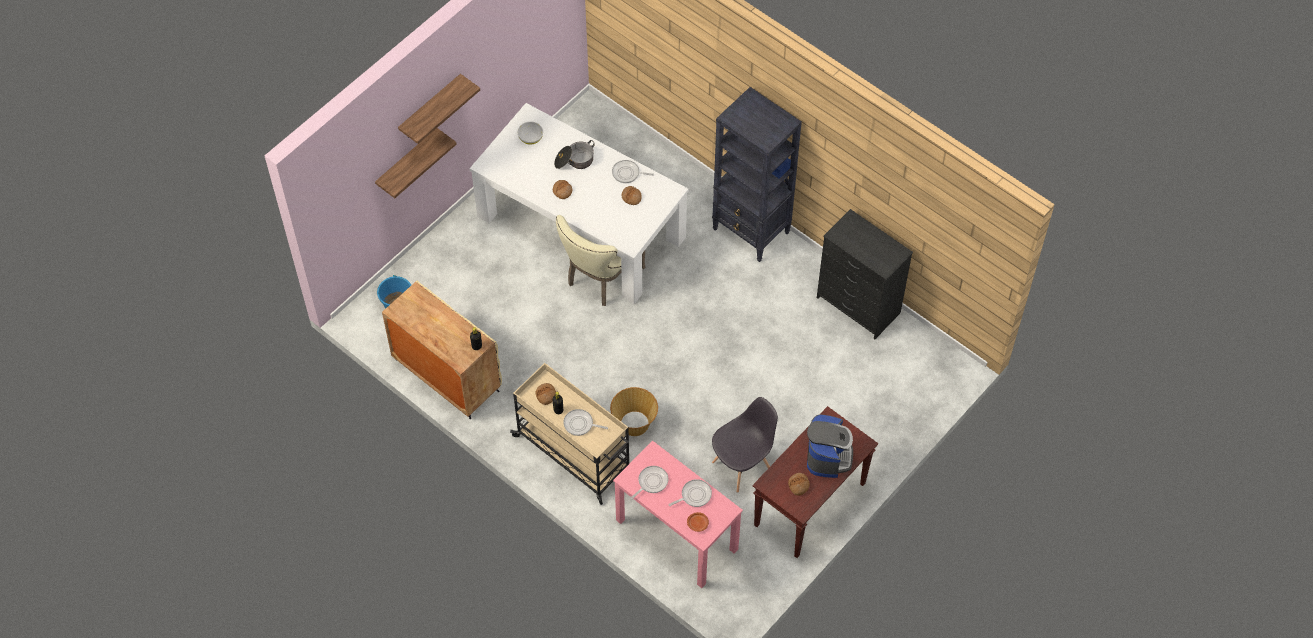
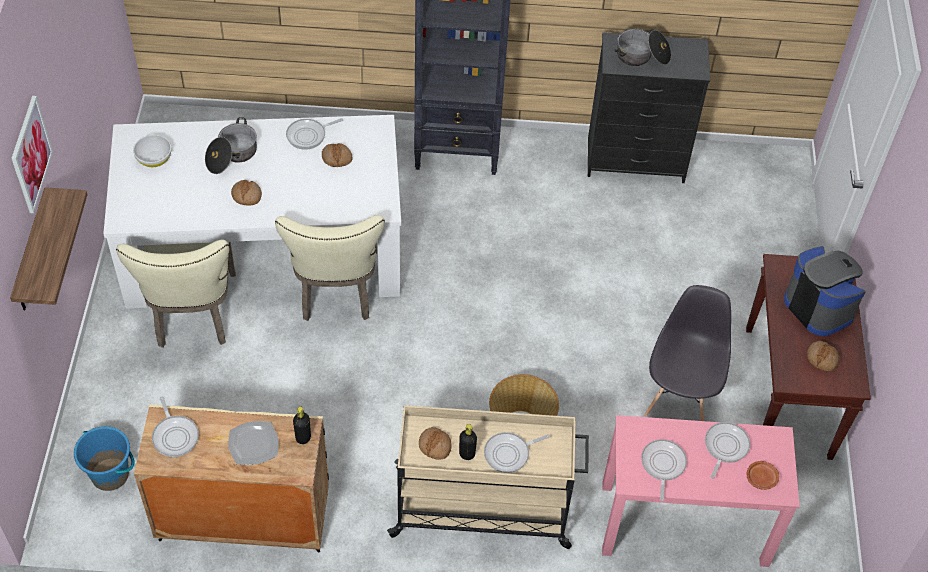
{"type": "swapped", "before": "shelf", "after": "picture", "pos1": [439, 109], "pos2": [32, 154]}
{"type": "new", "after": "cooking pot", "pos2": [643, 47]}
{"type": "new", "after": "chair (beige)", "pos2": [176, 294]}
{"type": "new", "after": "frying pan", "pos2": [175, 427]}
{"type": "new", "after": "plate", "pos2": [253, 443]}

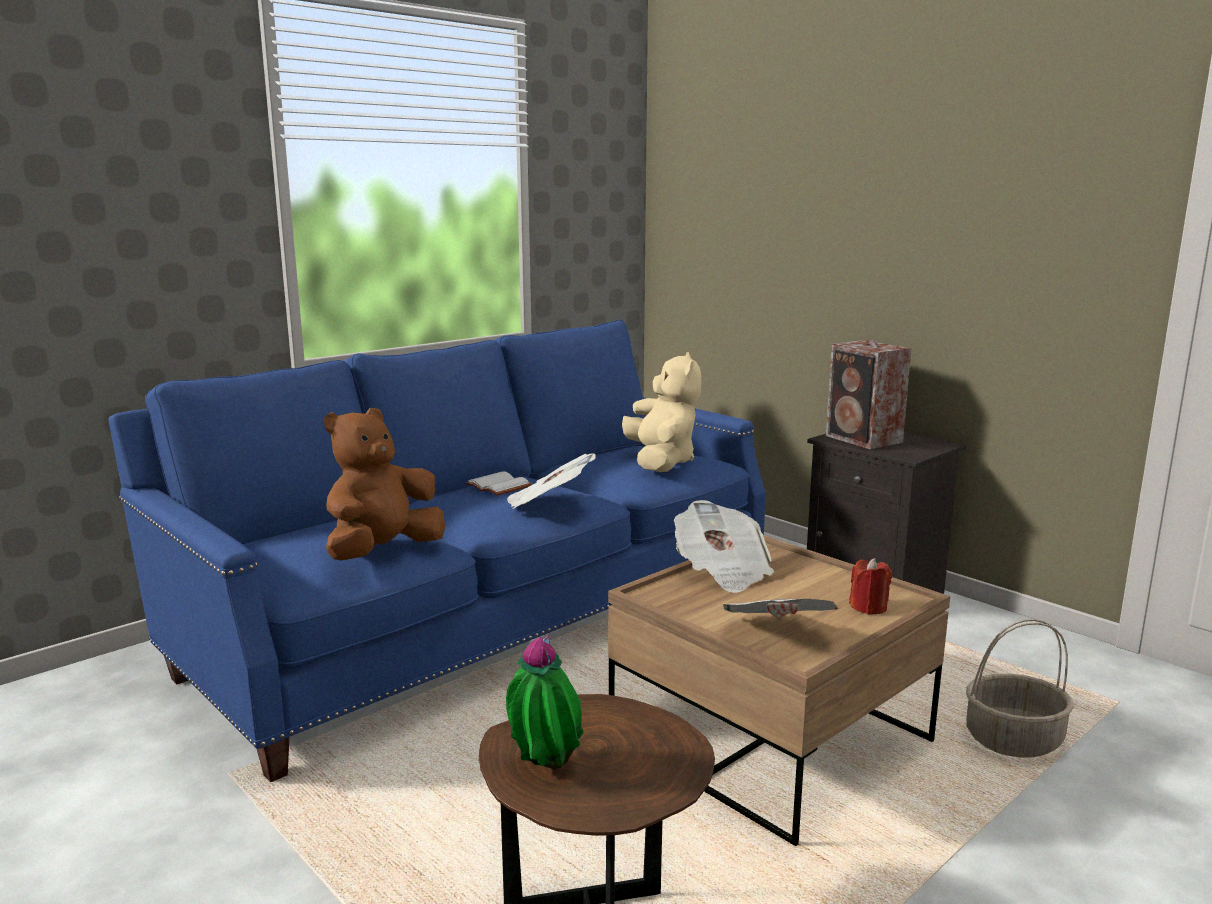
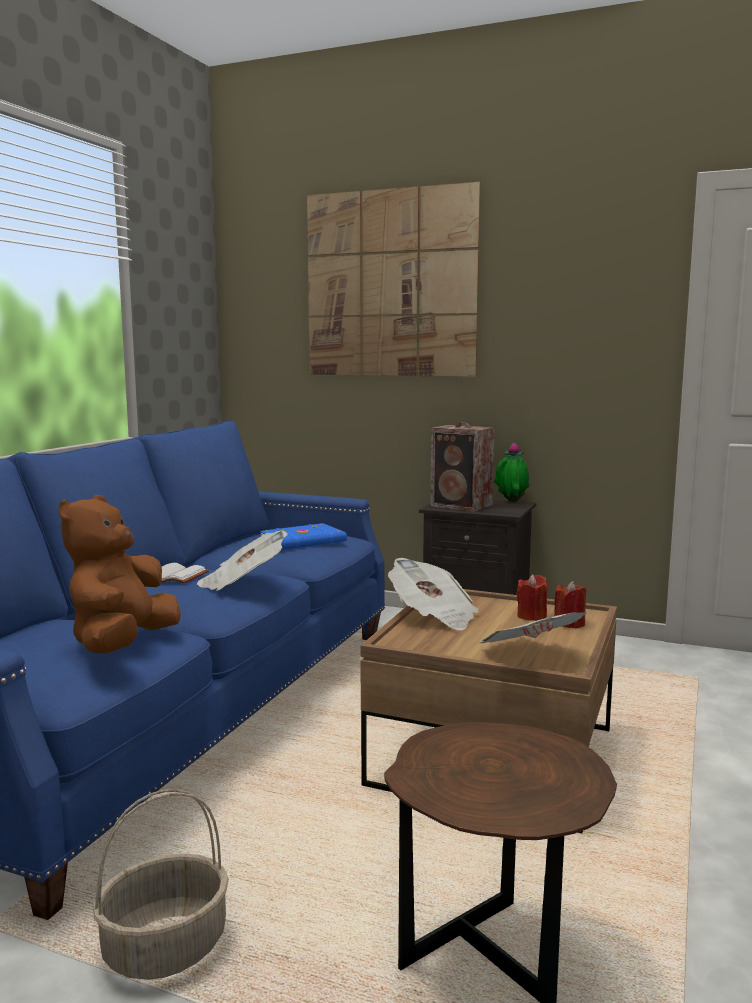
{"type": "swapped", "before": "plush toy (beige)", "after": "book (blue)", "pos1": [661, 412], "pos2": [303, 536]}
{"type": "shifted", "before": "basket", "pos1": [1020, 688], "pos2": [161, 884]}
{"type": "shifted", "before": "potted plant", "pos1": [545, 702], "pos2": [512, 472]}
{"type": "new", "after": "picture", "pos2": [394, 279]}
{"type": "new", "after": "candle (red)", "pos2": [531, 597]}

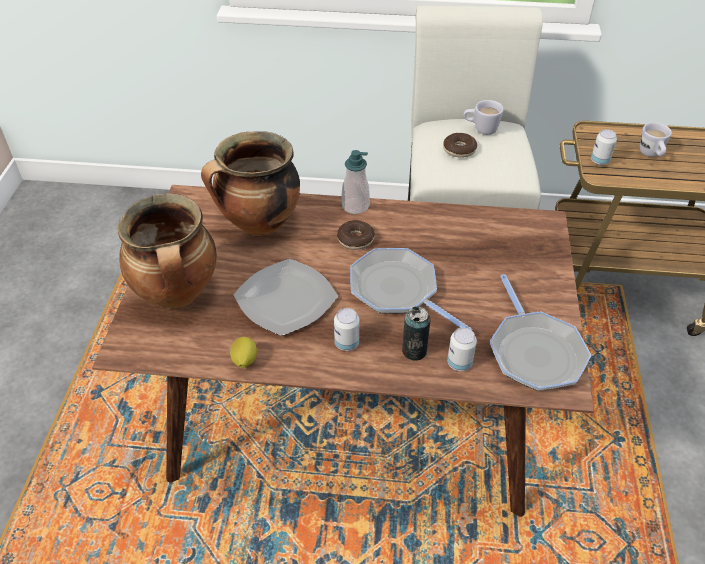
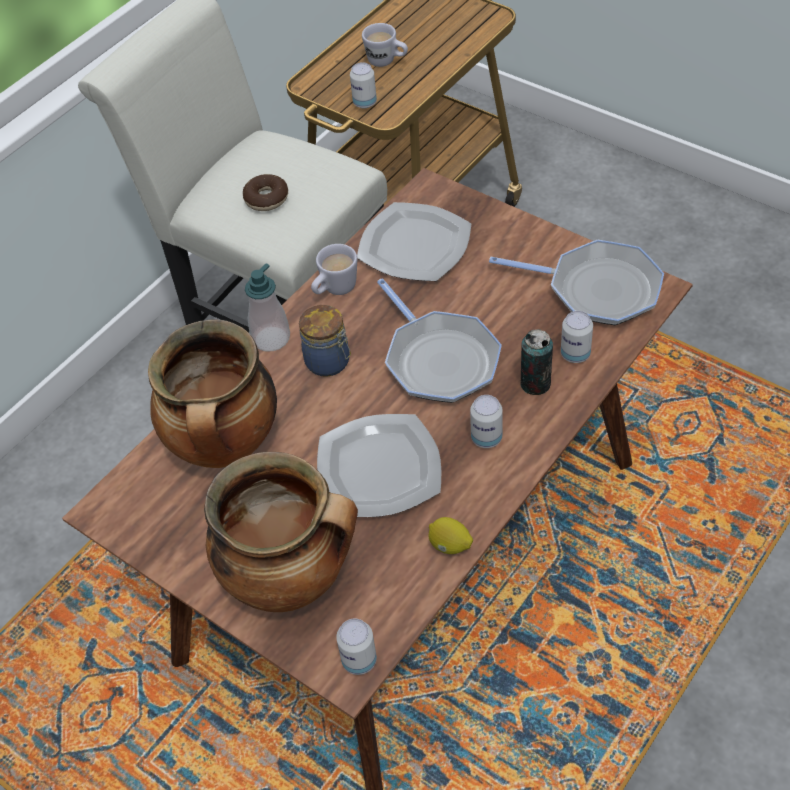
{"type": "shifted", "before": "mug (white)", "pos1": [483, 117], "pos2": [334, 269]}
{"type": "swapped", "before": "donut", "after": "jar", "pos1": [356, 235], "pos2": [325, 341]}
{"type": "rotated", "before": "frying pan", "pos1": [411, 289], "pos2": [439, 341], "turn": -105}
{"type": "new", "after": "plate", "pos2": [414, 241]}
{"type": "new", "after": "can", "pos2": [356, 647]}

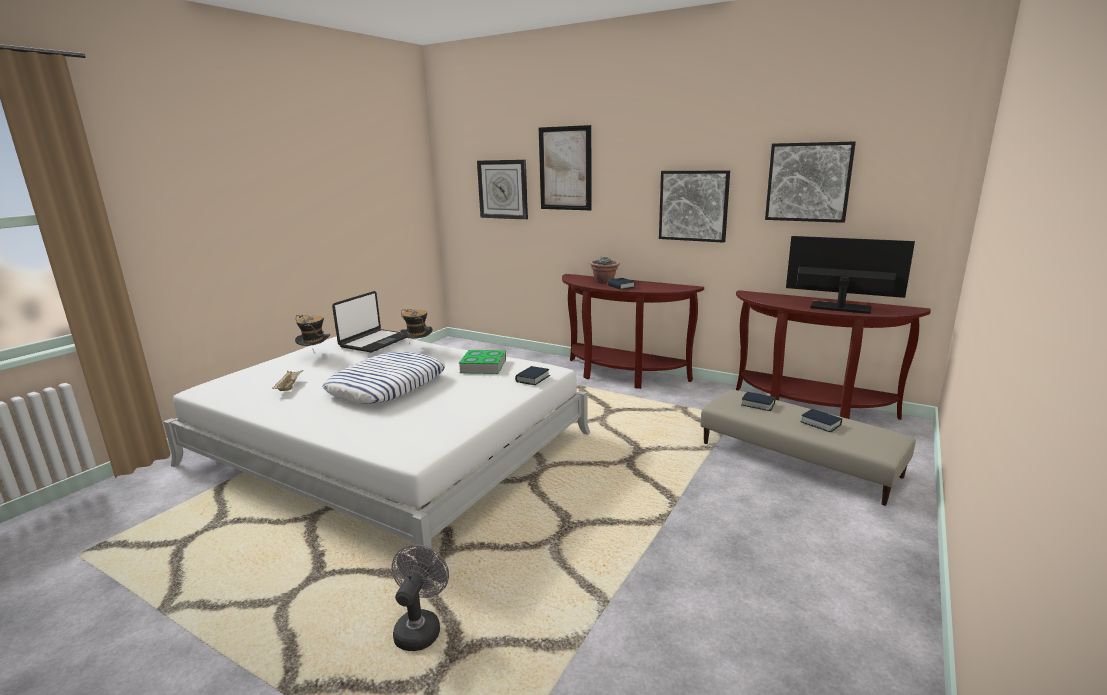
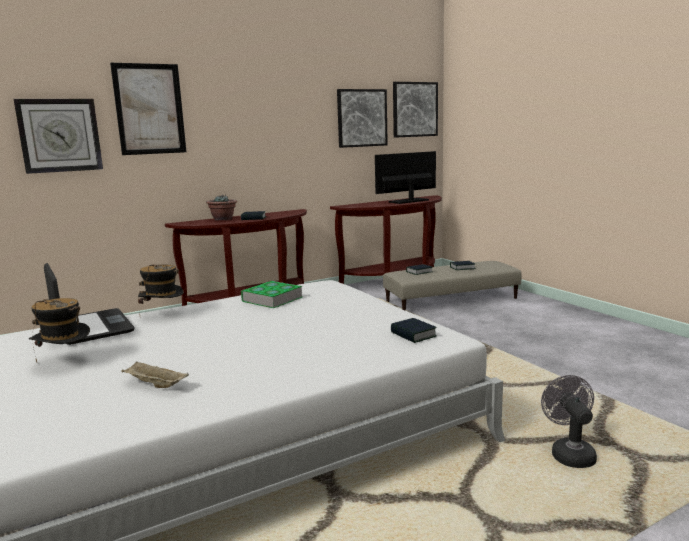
{"type": "shifted", "before": "picture", "pos1": [694, 207], "pos2": [415, 110]}
{"type": "gone", "before": "pillow", "pos1": [383, 377]}
{"type": "shifted", "before": "book", "pos1": [532, 375], "pos2": [414, 330]}
{"type": "rotated", "before": "fan (grey)", "pos1": [420, 598], "pos2": [569, 421], "turn": 45}

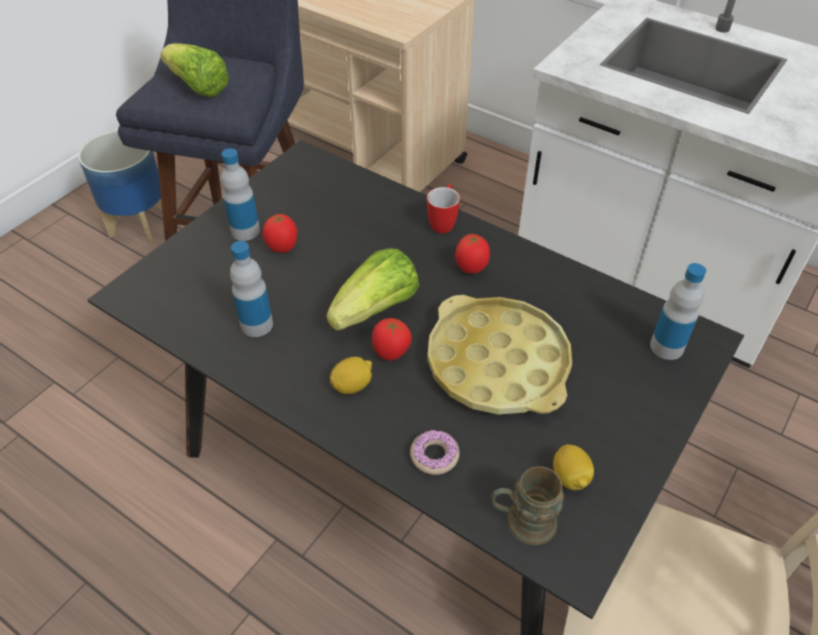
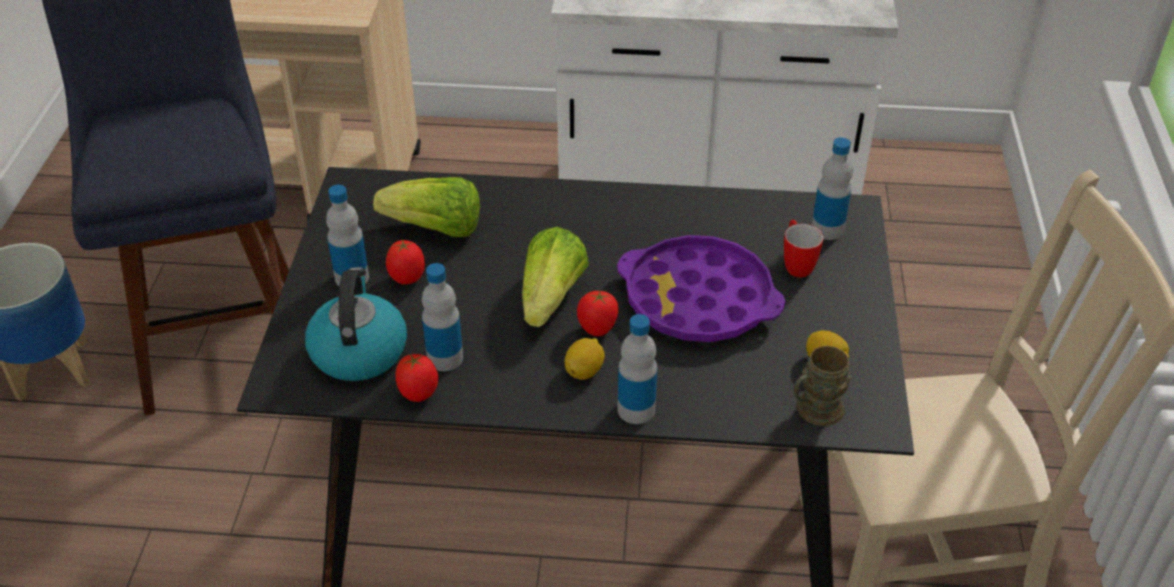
{"type": "shifted", "before": "lettuce", "pos1": [194, 70], "pos2": [426, 207]}
{"type": "shifted", "before": "mug", "pos1": [443, 208], "pos2": [804, 248]}
{"type": "shifted", "before": "tomato", "pos1": [472, 254], "pos2": [416, 378]}
{"type": "repainted", "before": "tray (yellow)", "after": "tray (purple)", "pos1": [500, 355], "pos2": [701, 288]}
{"type": "gone", "before": "donut", "pos1": [435, 452]}
{"type": "new", "after": "kettle", "pos2": [356, 324]}
{"type": "new", "after": "bottle", "pos2": [637, 369]}

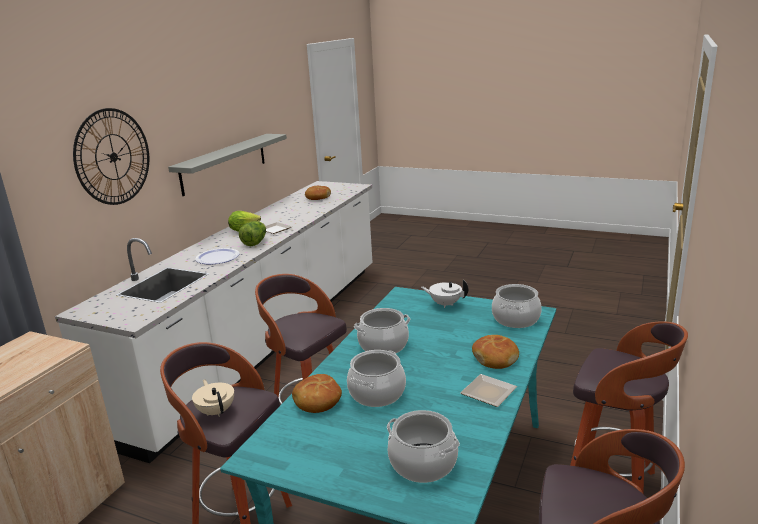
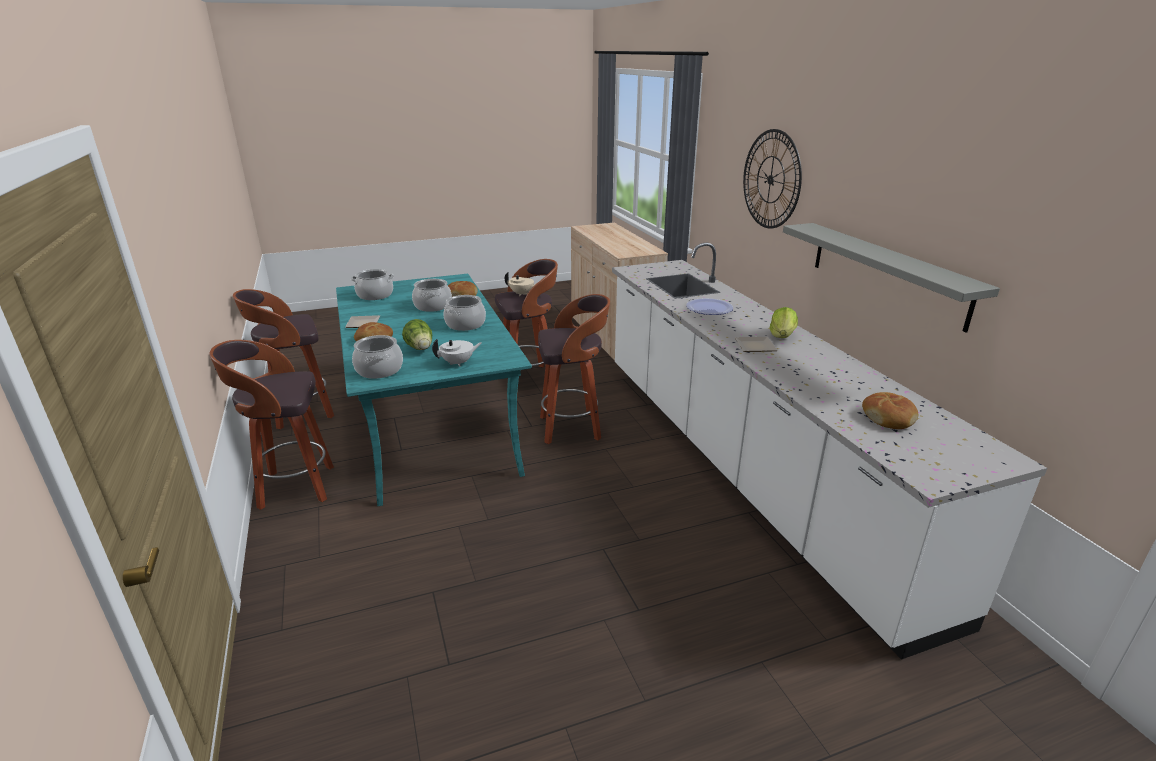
{"type": "shifted", "before": "lettuce", "pos1": [252, 233], "pos2": [417, 334]}

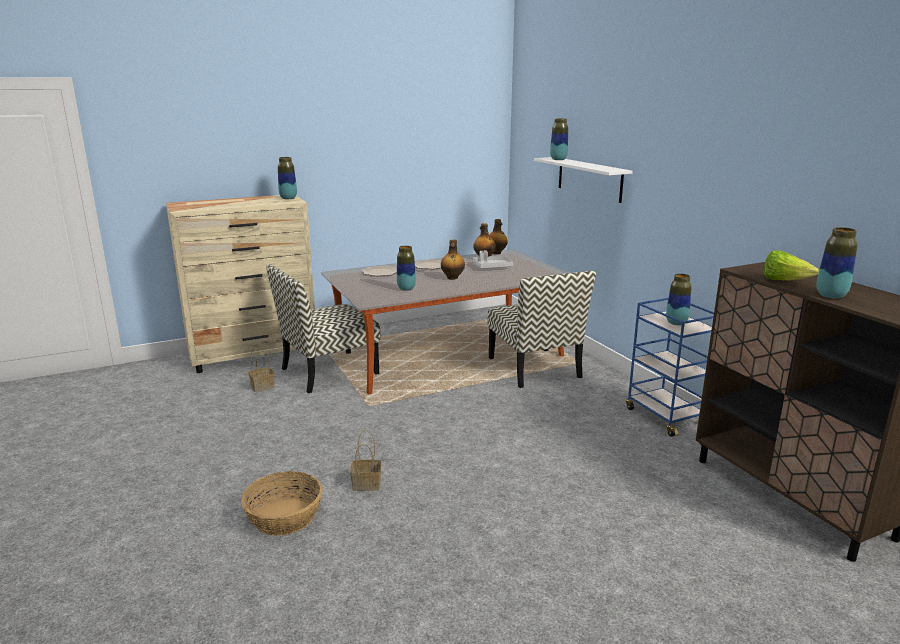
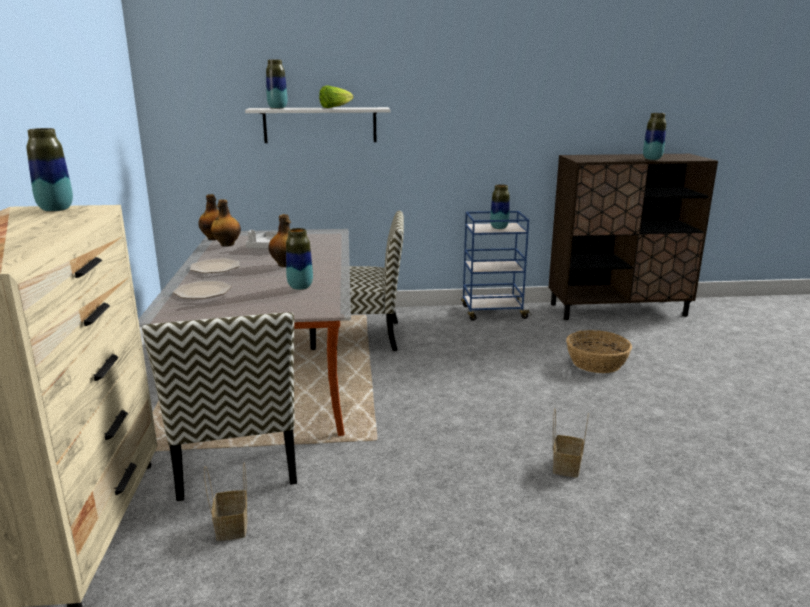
{"type": "shifted", "before": "lettuce", "pos1": [791, 265], "pos2": [336, 96]}
{"type": "shifted", "before": "basket", "pos1": [282, 503], "pos2": [599, 351]}

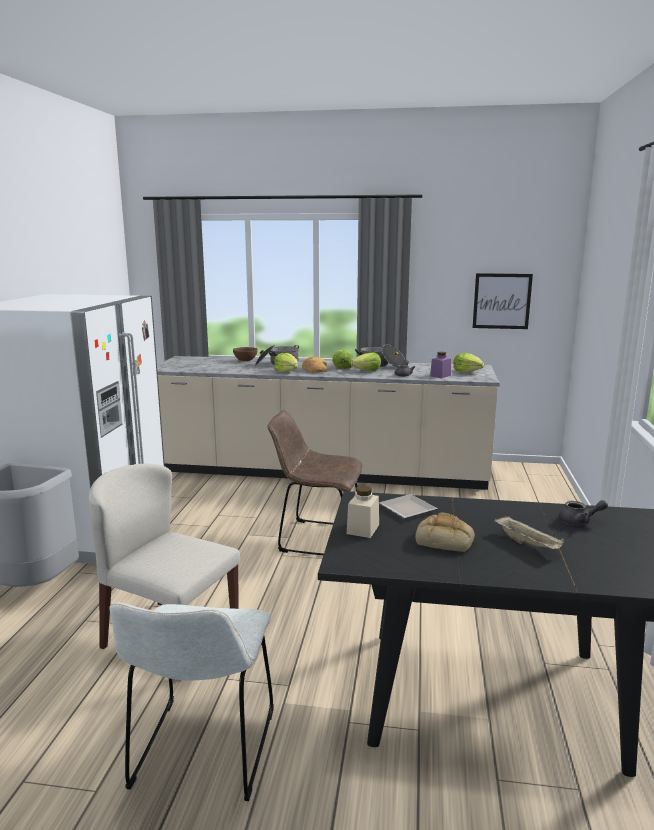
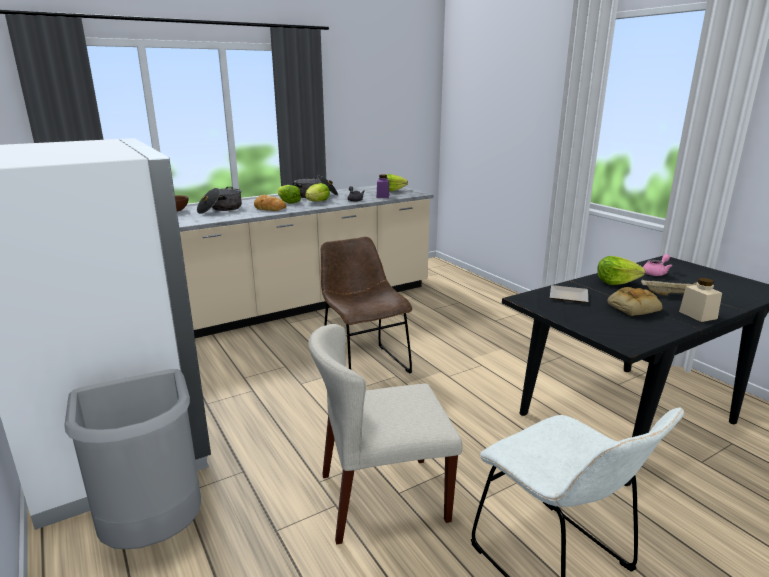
{"type": "gone", "before": "picture", "pos1": [502, 301]}
{"type": "shifted", "before": "lettuce", "pos1": [286, 362], "pos2": [621, 270]}
{"type": "rotated", "before": "chair (brown)", "pos1": [314, 482], "pos2": [366, 305], "turn": 90}
{"type": "shifted", "before": "jar (beige)", "pos1": [363, 512], "pos2": [700, 300]}
{"type": "repainted", "before": "teapot (grey)", "after": "teapot (pink)", "pos1": [583, 512], "pos2": [657, 265]}

